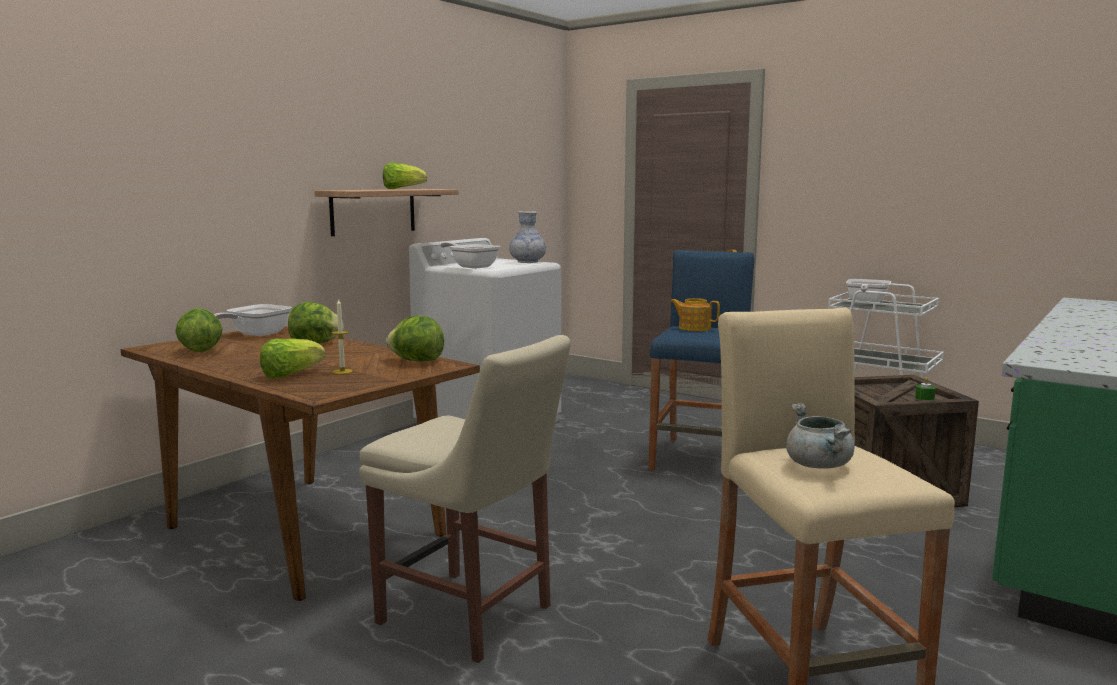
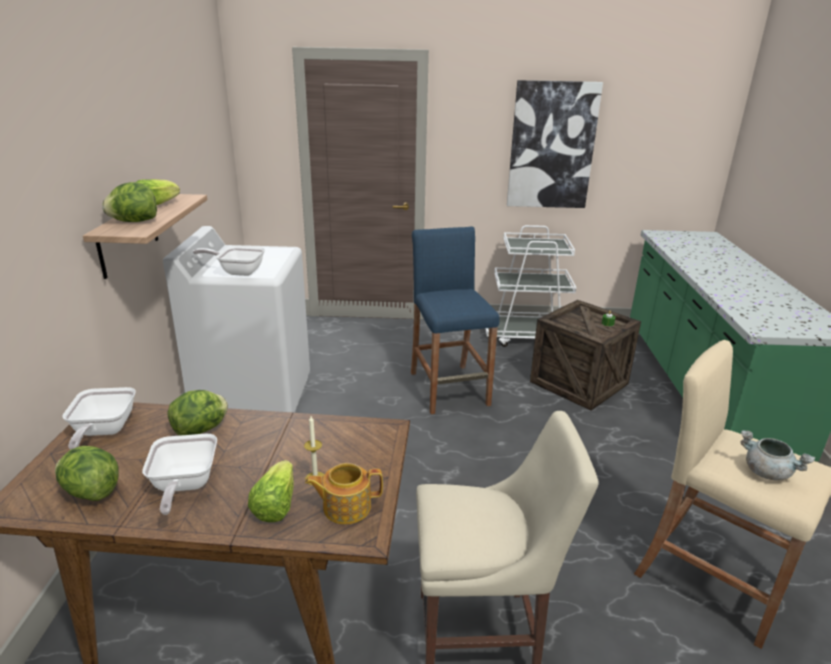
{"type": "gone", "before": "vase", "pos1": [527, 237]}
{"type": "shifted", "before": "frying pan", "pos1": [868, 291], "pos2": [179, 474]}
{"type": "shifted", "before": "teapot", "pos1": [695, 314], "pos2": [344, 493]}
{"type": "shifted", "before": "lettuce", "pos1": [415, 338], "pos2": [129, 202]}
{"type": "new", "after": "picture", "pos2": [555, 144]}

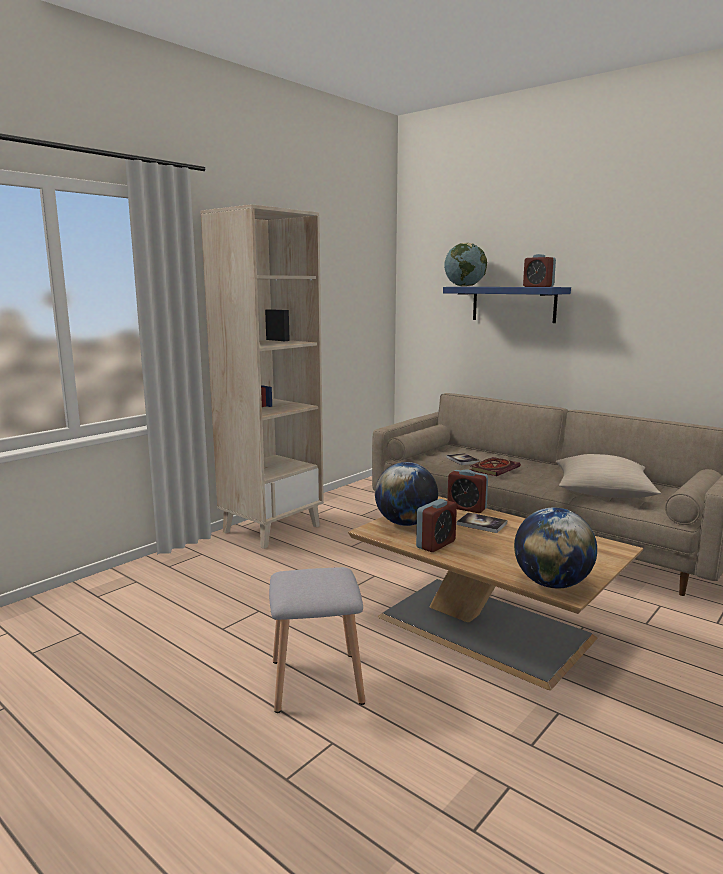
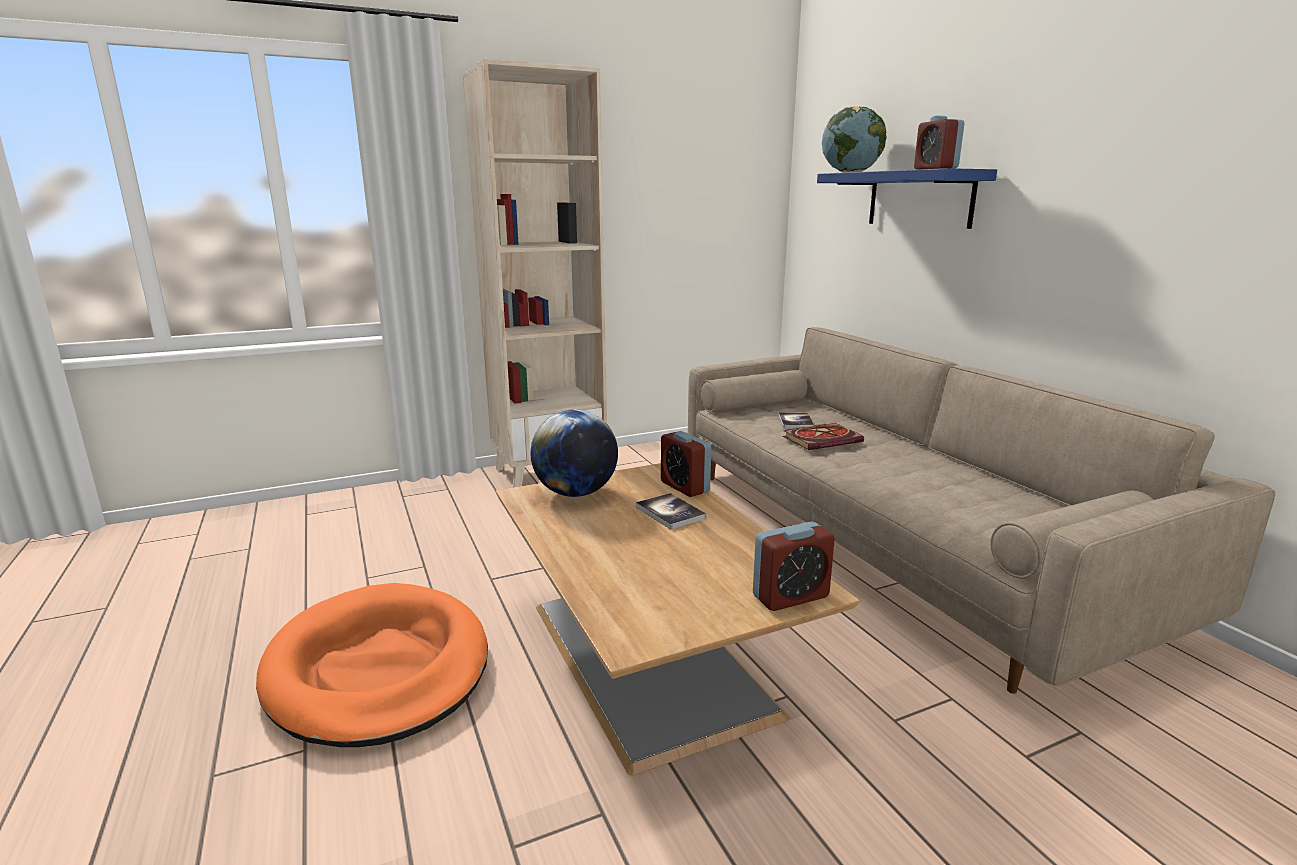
{"type": "gone", "before": "pillow (beige)", "pos1": [608, 476]}
{"type": "shifted", "before": "alarm clock", "pos1": [436, 525], "pos2": [794, 566]}
{"type": "gone", "before": "globe", "pos1": [555, 548]}
{"type": "swapped", "before": "stool (grey)", "after": "dog bed (orange)", "pos1": [317, 640], "pos2": [372, 665]}

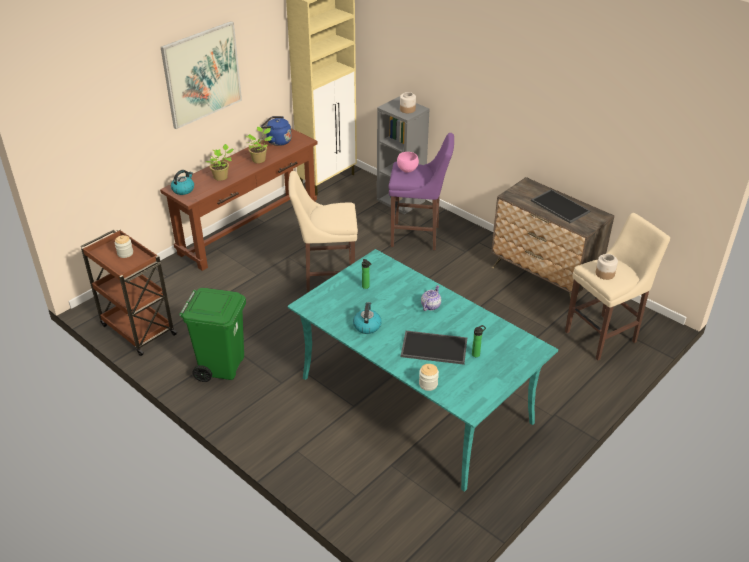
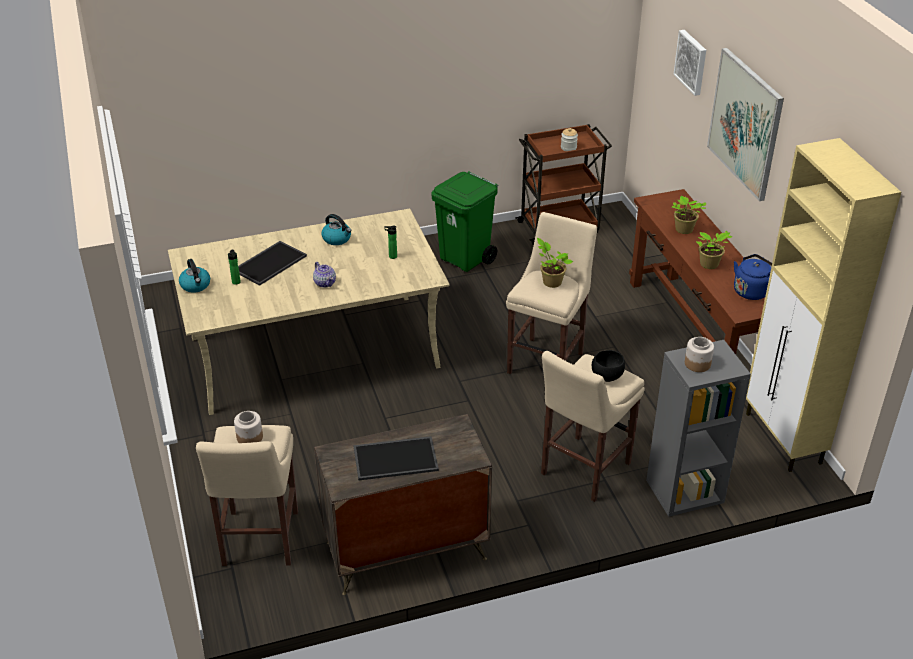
{"type": "repainted", "before": "stool (purple)", "after": "stool (beige)", "pos1": [421, 191], "pos2": [593, 426]}
{"type": "repainted", "before": "bowl (pink)", "after": "bowl (black)", "pos1": [408, 162], "pos2": [608, 366]}
{"type": "shifted", "before": "kettle", "pos1": [182, 182], "pos2": [194, 276]}
{"type": "repainted", "before": "dining table (turquoise)", "after": "dining table (beige)", "pos1": [423, 370], "pos2": [309, 312]}
{"type": "gone", "before": "jar", "pos1": [429, 377]}
{"type": "new", "after": "picture", "pos2": [689, 63]}
{"type": "new", "after": "potted plant", "pos2": [555, 263]}

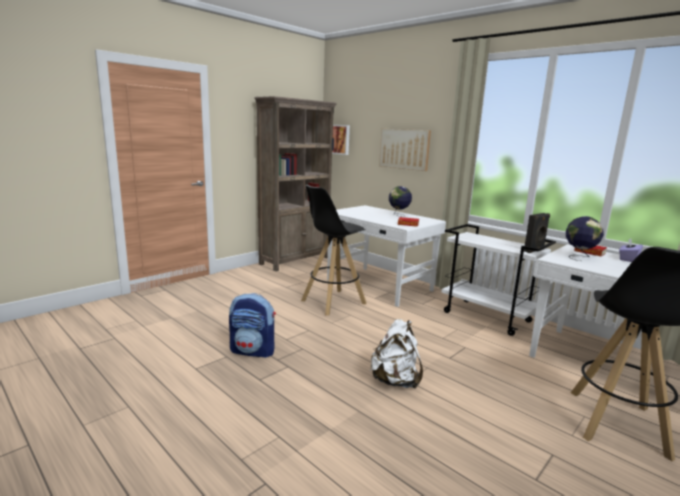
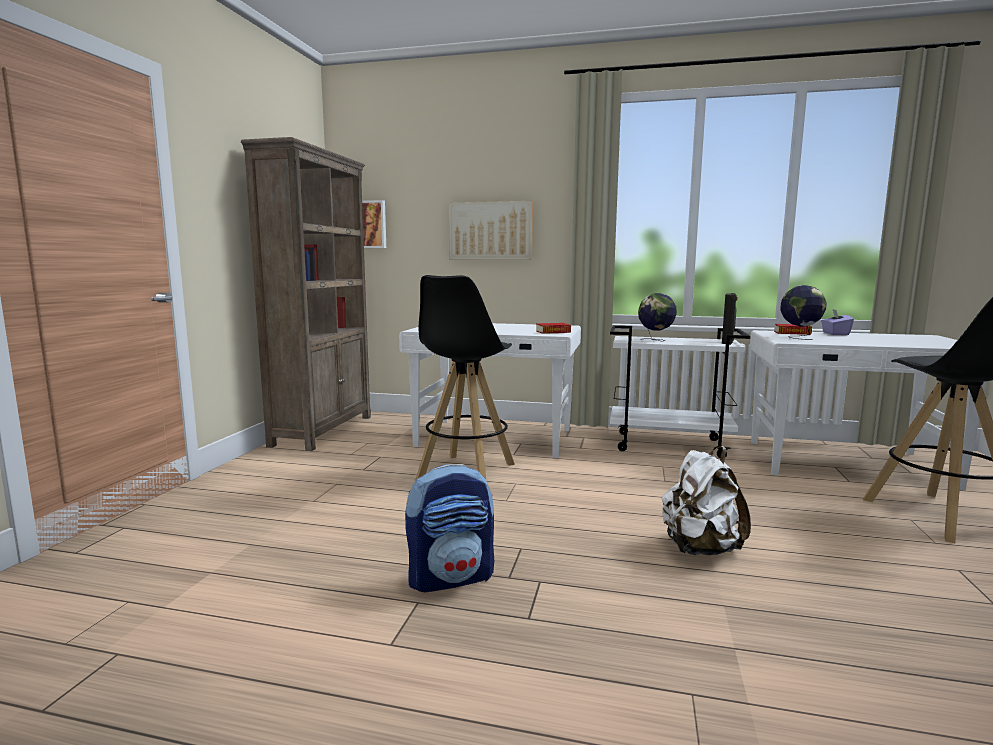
{"type": "shifted", "before": "globe", "pos1": [400, 201], "pos2": [657, 317]}

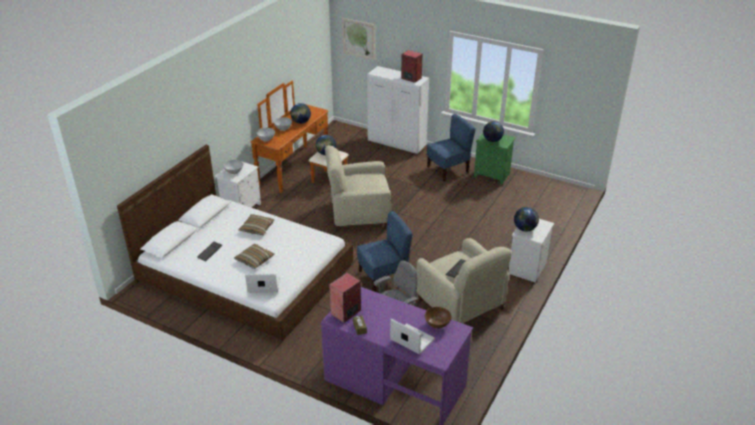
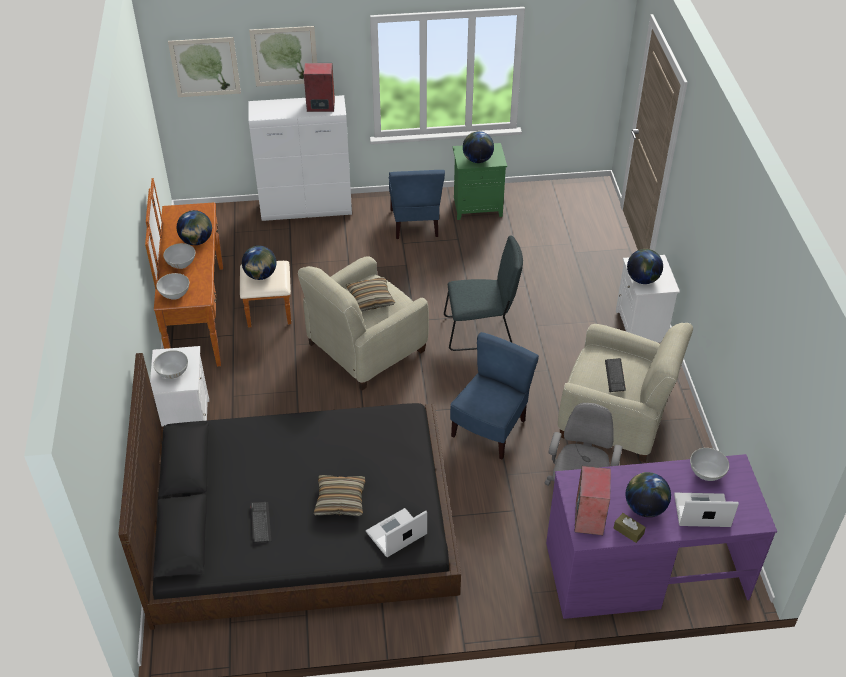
{"type": "rotated", "before": "chair (blue)", "pos1": [451, 147], "pos2": [417, 204], "turn": 150}
{"type": "repainted", "before": "bed (white)", "after": "bed (black)", "pos1": [235, 243], "pos2": [289, 491]}
{"type": "shifted", "before": "pillow", "pos1": [256, 224], "pos2": [370, 294]}
{"type": "repainted", "before": "bowl (brown)", "after": "bowl (white)", "pos1": [438, 318], "pos2": [709, 464]}
{"type": "new", "after": "picture", "pos2": [283, 56]}
{"type": "new", "after": "chair (grey)", "pos2": [483, 293]}
{"type": "new", "after": "globe", "pos2": [648, 494]}

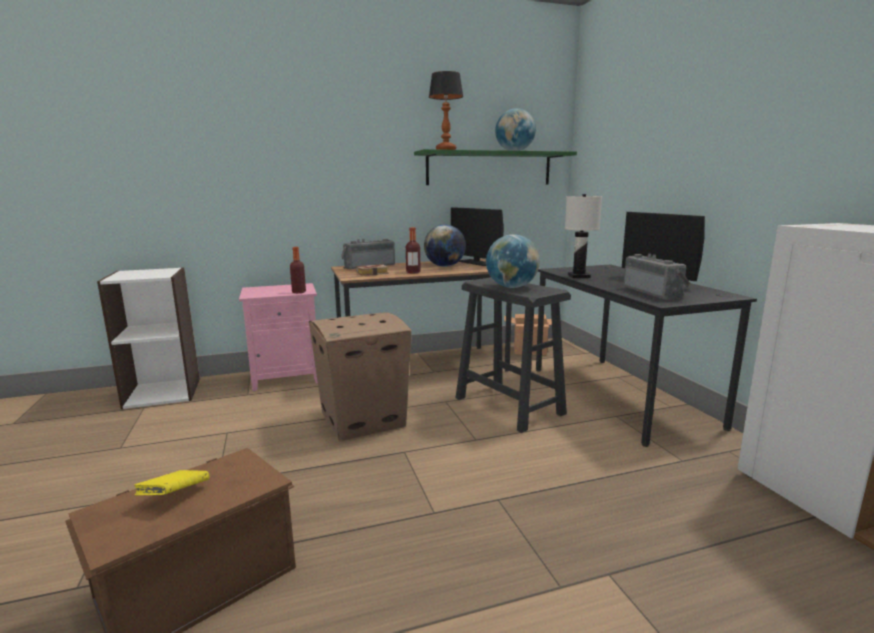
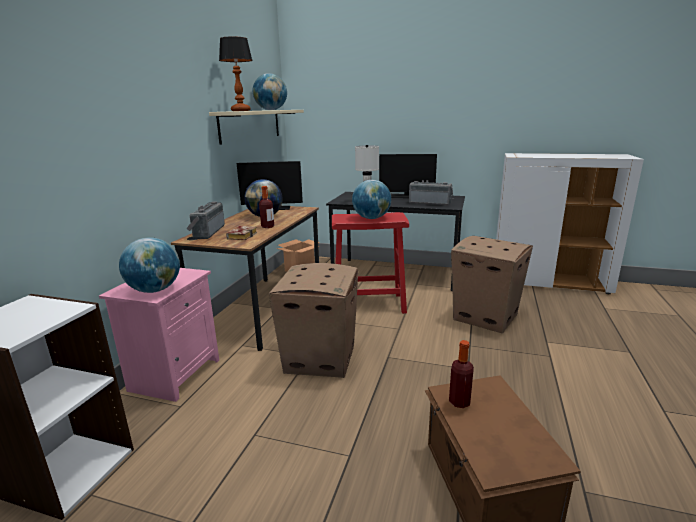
{"type": "repainted", "before": "shelf (green)", "after": "shelf (beige)", "pos1": [495, 167], "pos2": [256, 127]}
{"type": "shifted", "before": "bottle", "pos1": [298, 270], "pos2": [461, 374]}
{"type": "repainted", "before": "stool (black)", "after": "stool (red)", "pos1": [513, 355], "pos2": [370, 263]}
{"type": "gone", "before": "book (yellow)", "pos1": [171, 482]}
{"type": "new", "after": "cardboard box", "pos2": [492, 284]}
{"type": "new", "after": "globe", "pos2": [149, 265]}

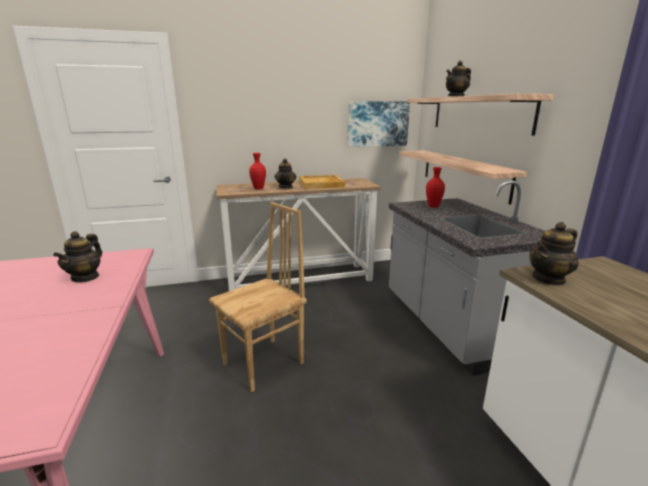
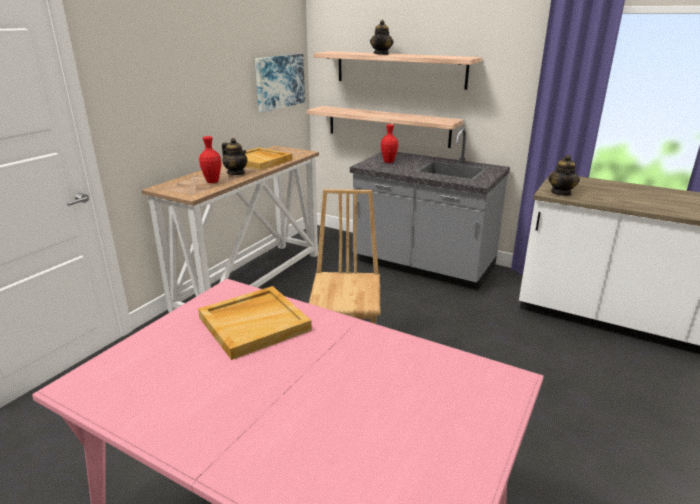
{"type": "swapped", "before": "teapot", "after": "tray (beige)", "pos1": [77, 257], "pos2": [255, 323]}

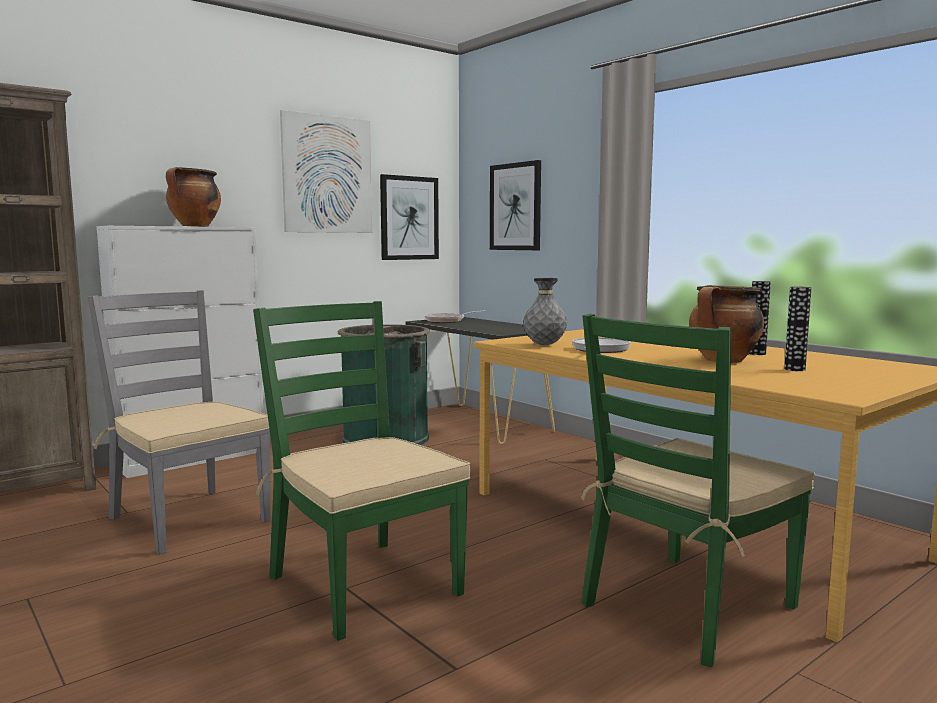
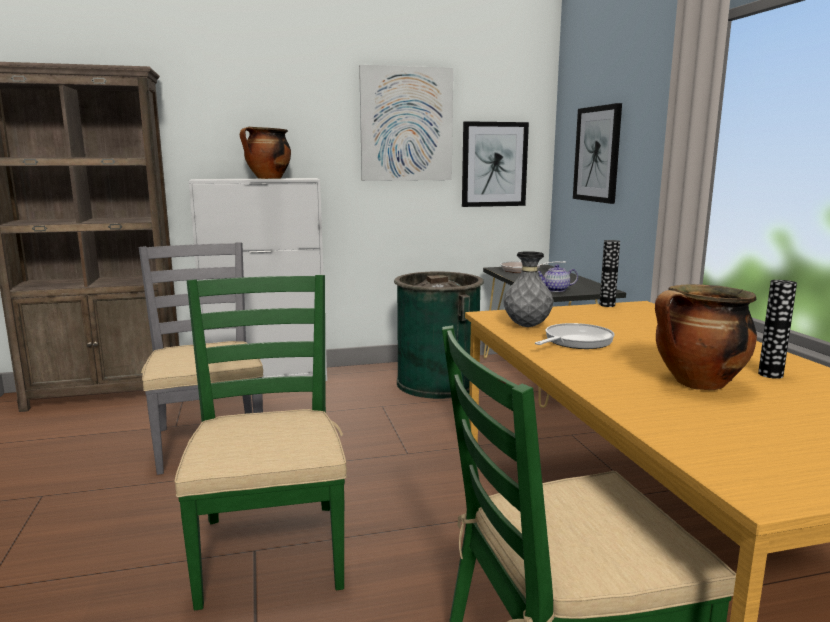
{"type": "shifted", "before": "vase", "pos1": [798, 329], "pos2": [610, 273]}
{"type": "new", "after": "teapot", "pos2": [558, 278]}

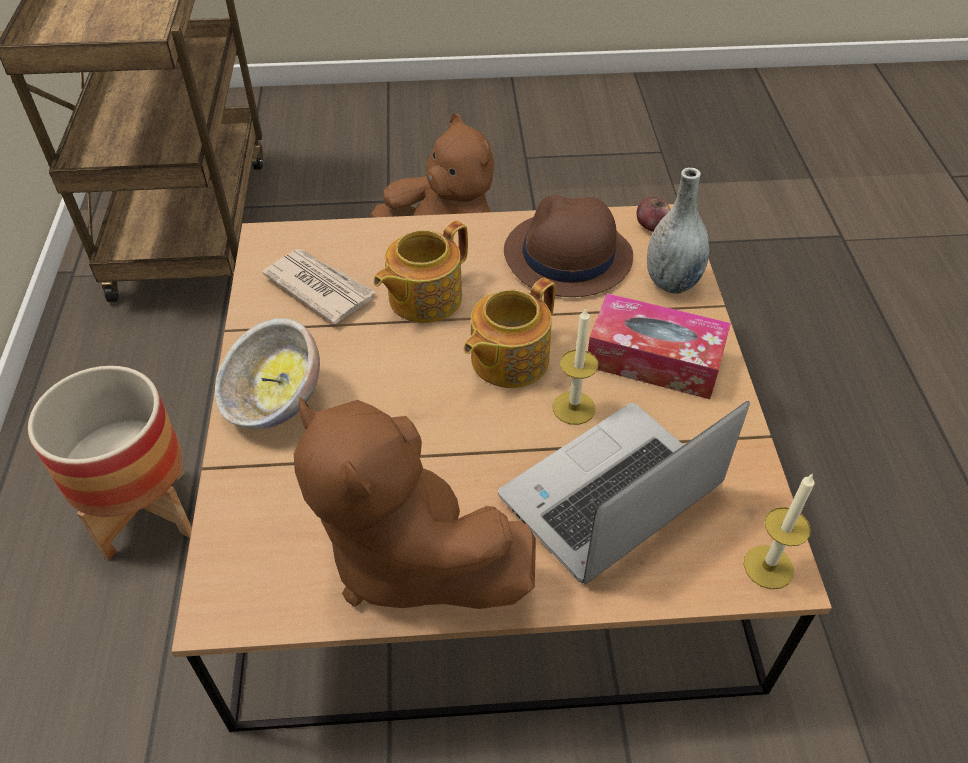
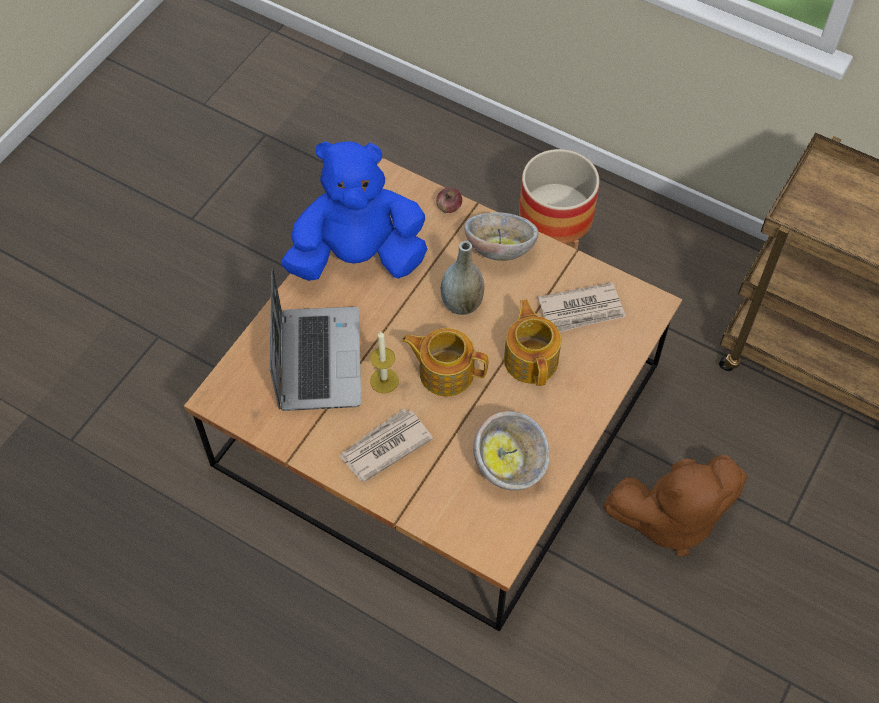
{"type": "shifted", "before": "vase (grey)", "pos1": [678, 231], "pos2": [462, 278]}
{"type": "swapped", "before": "hat (brown)", "after": "bowl", "pos1": [568, 246], "pos2": [511, 450]}
{"type": "shifted", "before": "apple", "pos1": [654, 214], "pos2": [449, 200]}
{"type": "rotated", "before": "teapot", "pos1": [509, 333], "pos2": [445, 362], "turn": -60}
{"type": "swapped", "before": "tissue box", "after": "newspaper", "pos1": [659, 346], "pos2": [386, 445]}
{"type": "repainted", "before": "plush toy (brown)", "after": "plush toy (blue)", "pos1": [415, 503], "pos2": [354, 211]}
{"type": "gone", "before": "candle", "pos1": [779, 531]}

